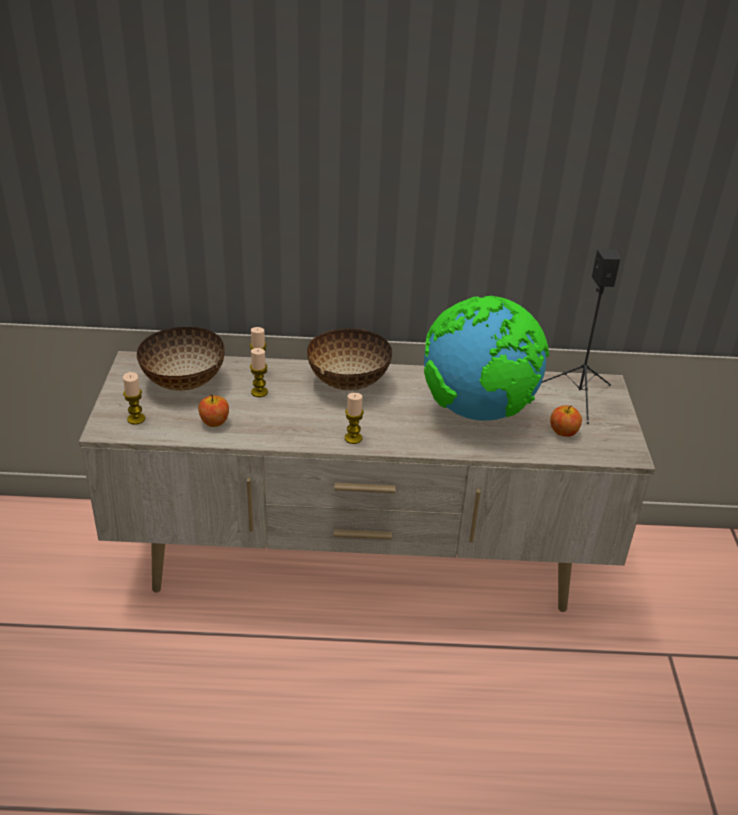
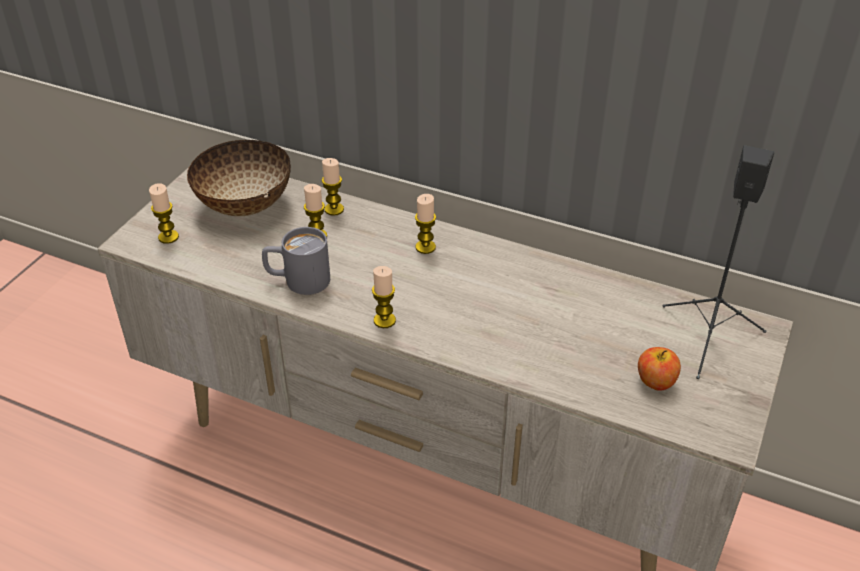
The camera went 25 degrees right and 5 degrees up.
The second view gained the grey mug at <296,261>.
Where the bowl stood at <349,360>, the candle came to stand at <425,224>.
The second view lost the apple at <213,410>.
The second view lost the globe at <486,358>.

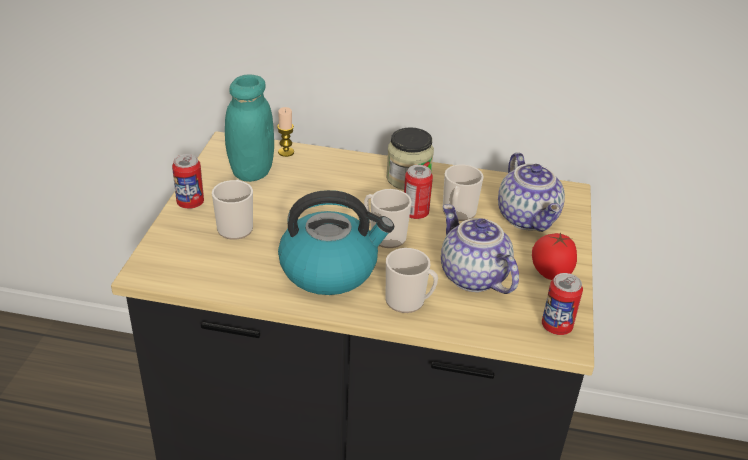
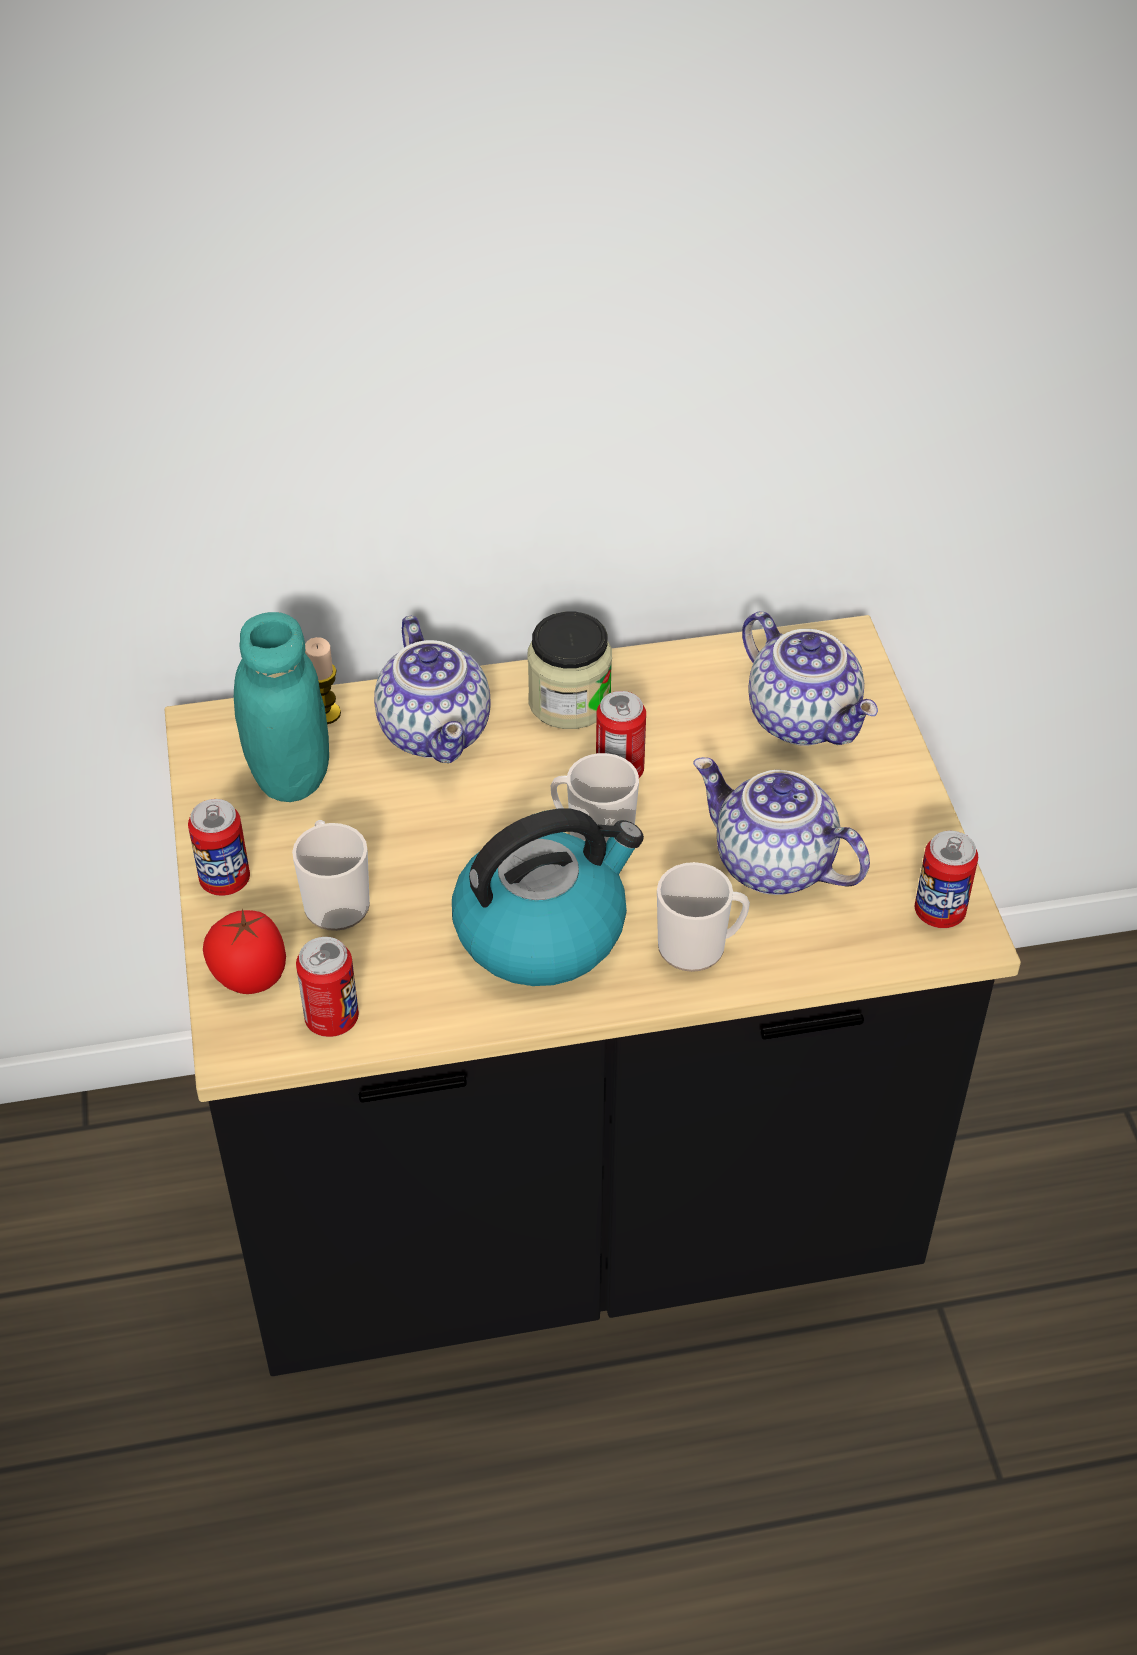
The camera went 20 degrees left and 10 degrees up.
The tomato ended up elsewhere, having gone from <554,256> to <244,951>.
The second view gained the can at <327,987>.
The second view gained the teapot at <432,689>.
The second view lost the mug at <463,192>.

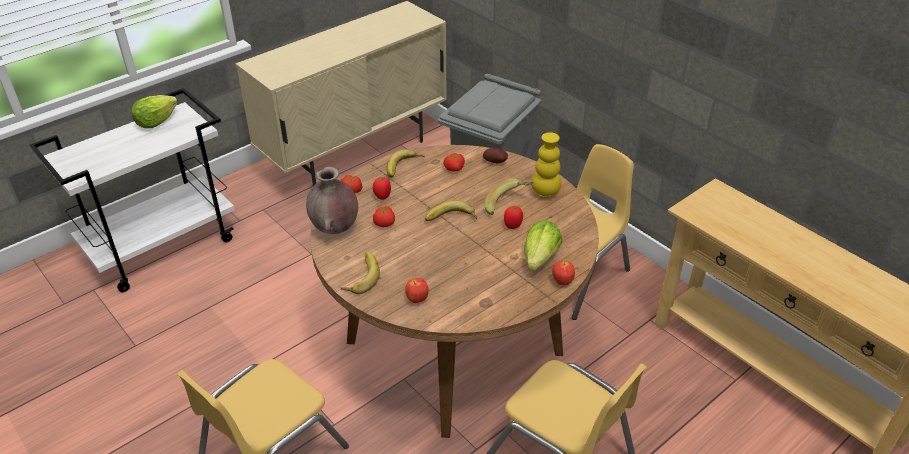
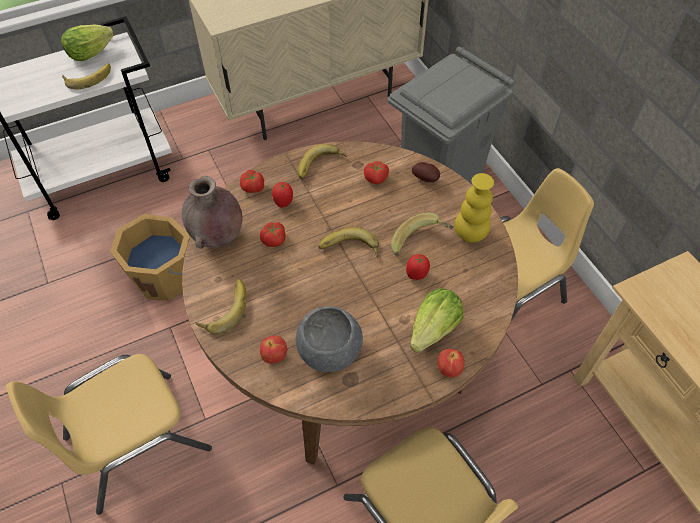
The camera went 15 degrees right and 15 degrees up.
The second view gained the banana at <86,76>.
The second view gained the orange bucket at <150,257>.
The second view gained the grey bowl at <329,339>.

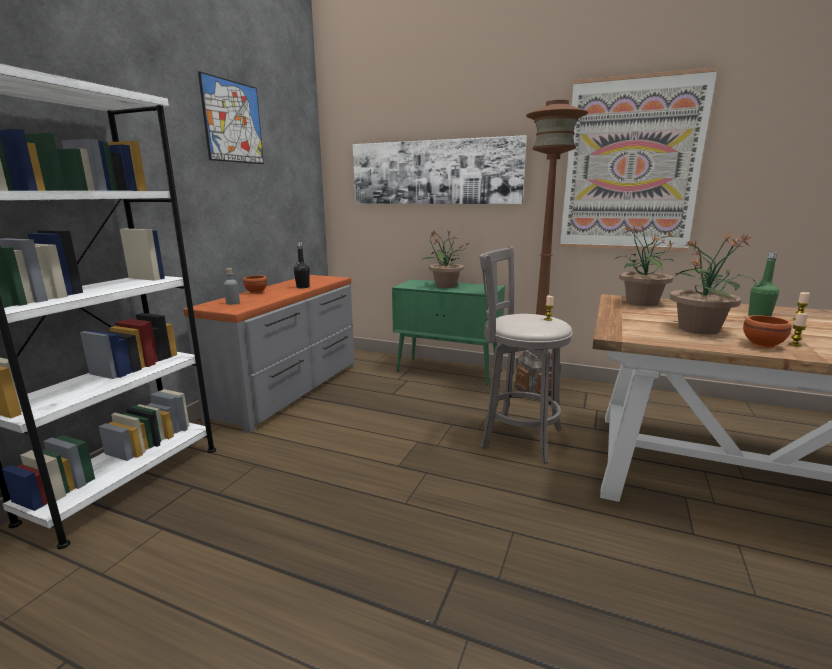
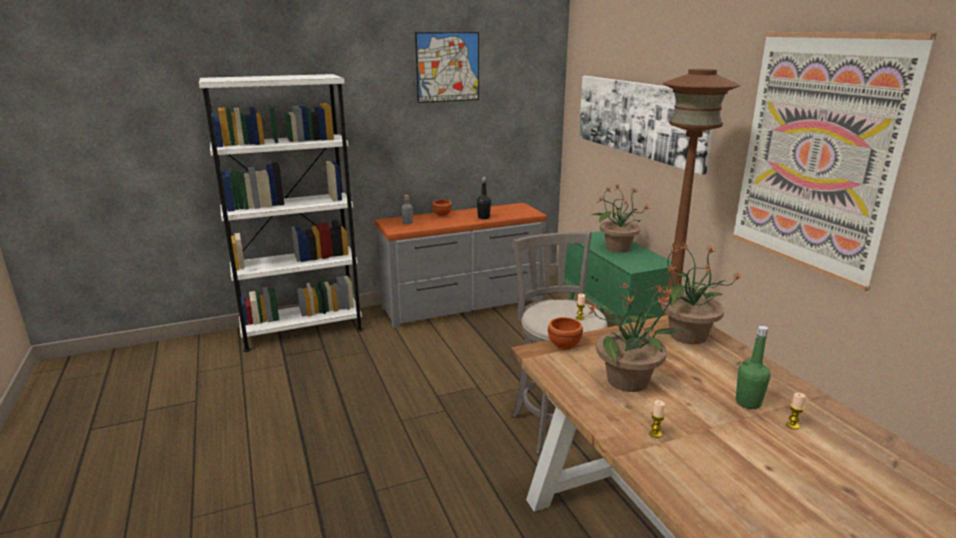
The camera went 45 degrees right and 5 degrees up.
The brown bowl ended up elsewhere, having gone from <767,332> to <565,333>.

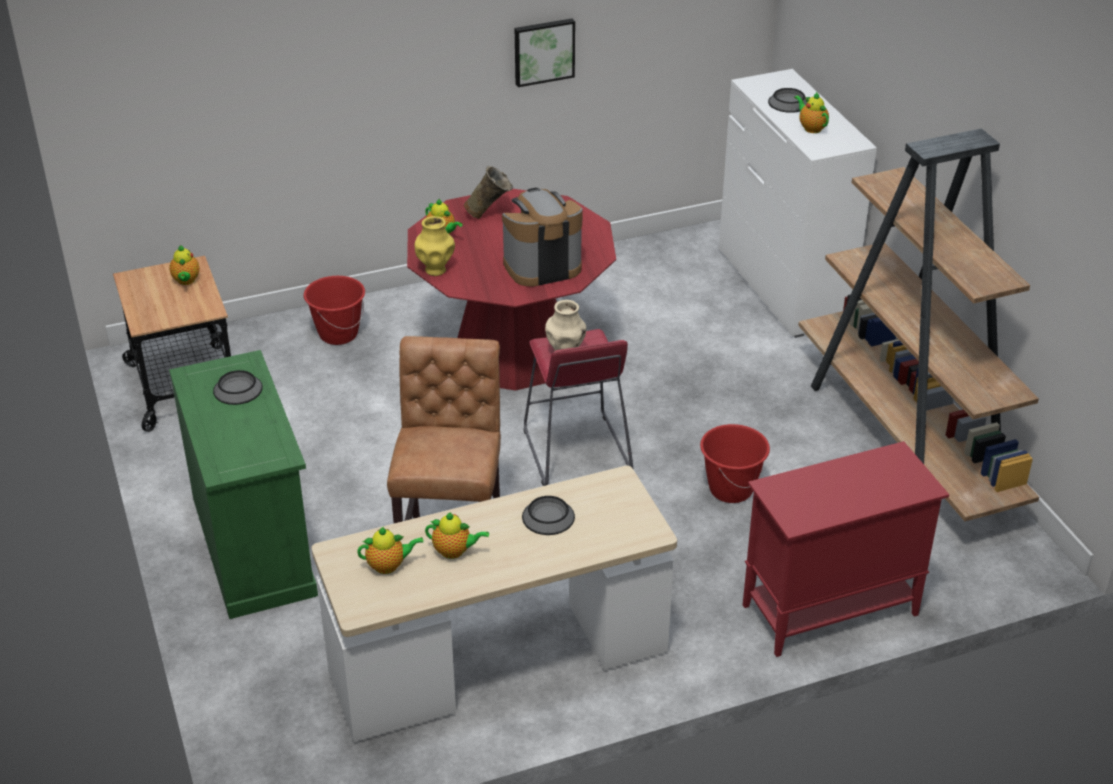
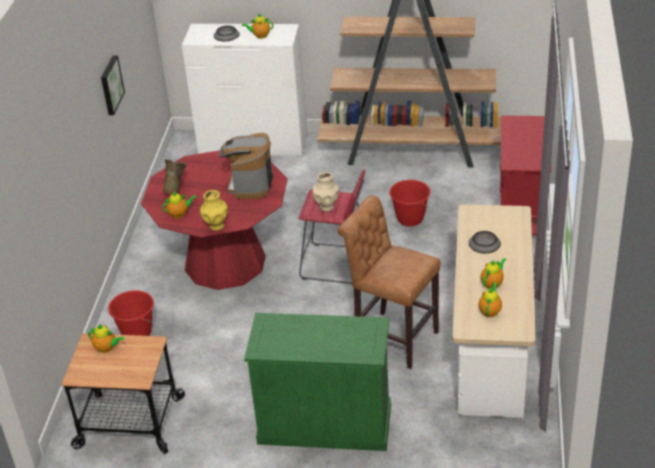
The camera went 60 degrees left and 0 degrees up.
The second view lost the bowl at <238,387>.

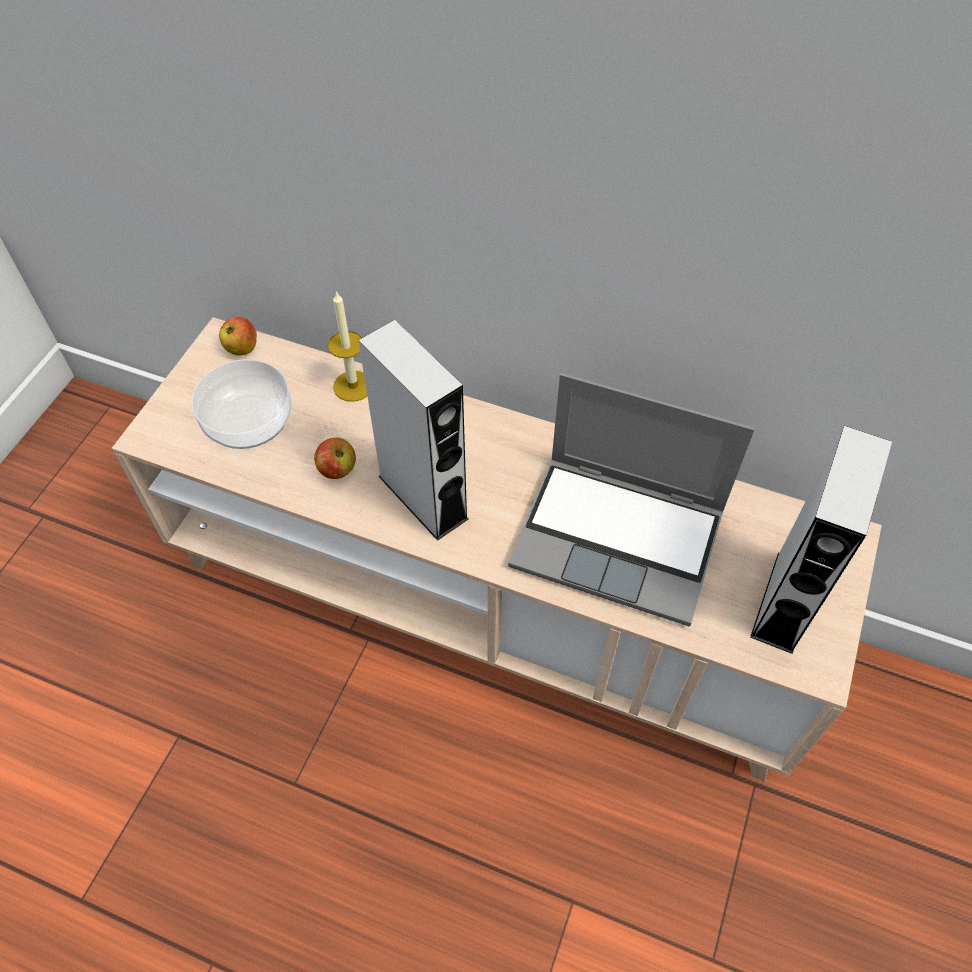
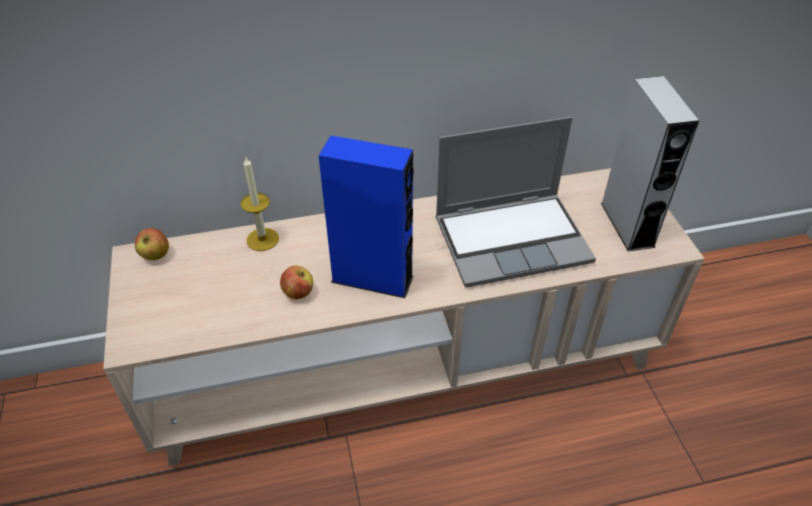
The camera went 35 degrees left and 10 degrees down.
What was the grey speaker at <413,430> turned into the blue speaker at <366,216>.
The second view lost the bowl at <241,404>.

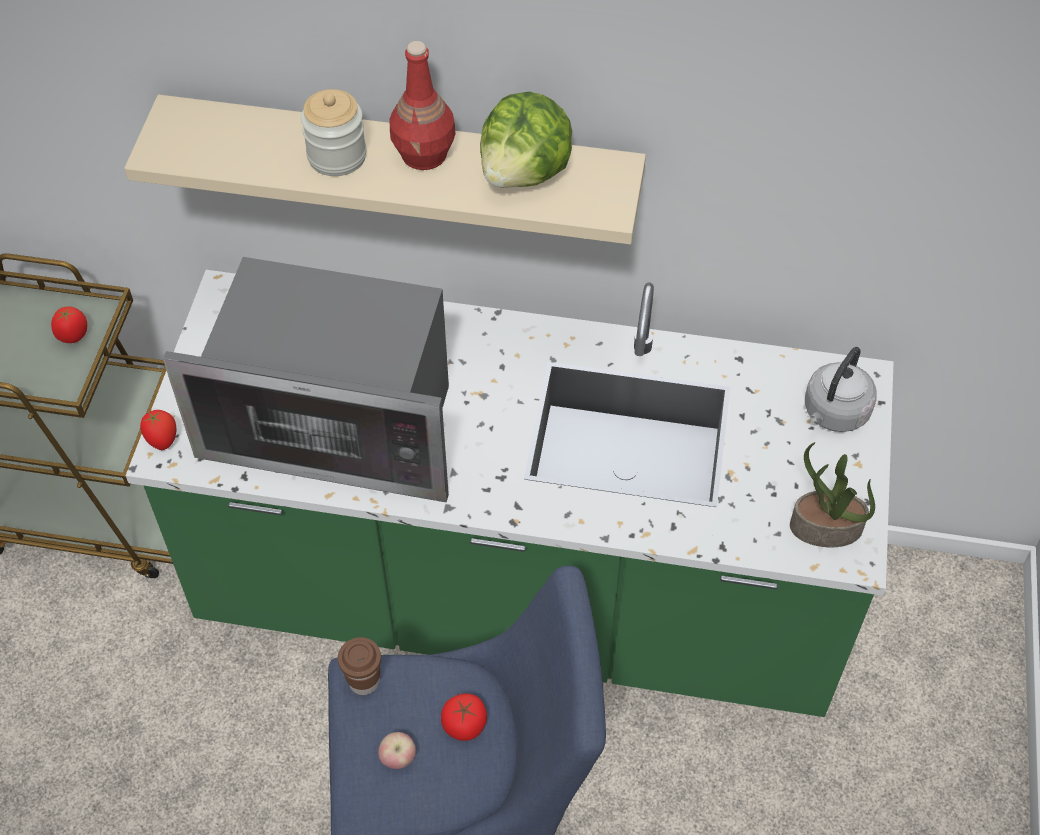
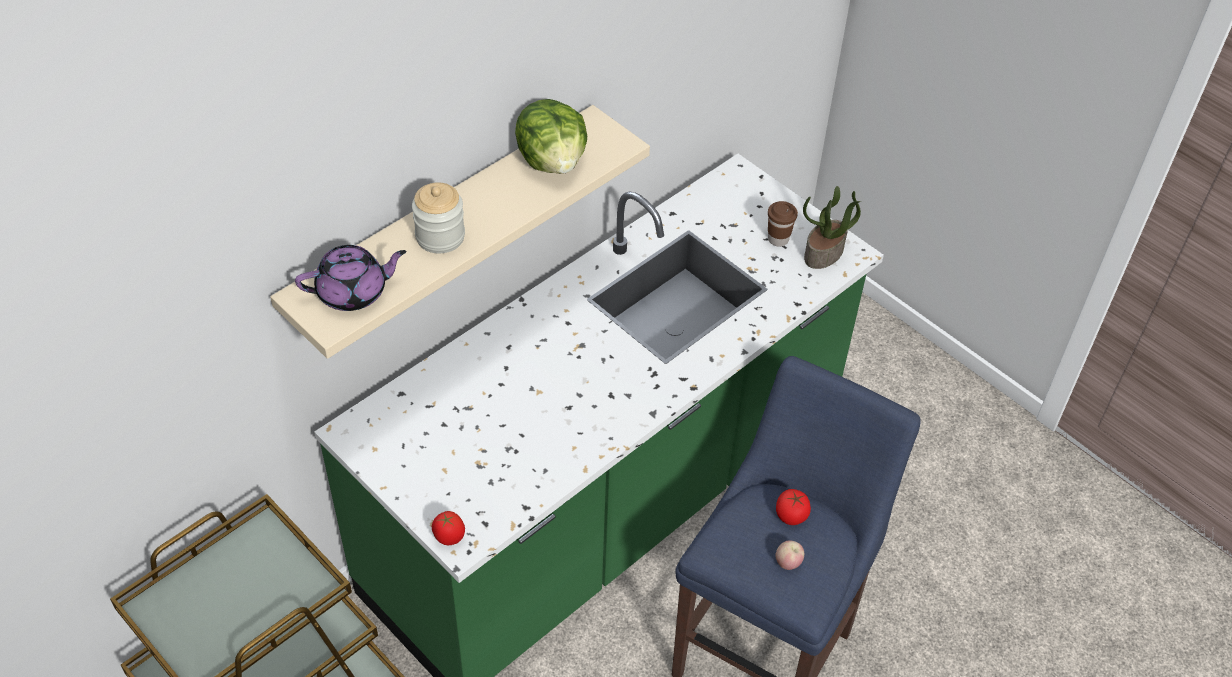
The camera went 55 degrees left and 5 degrees down.
The second view gained the purple teapot at <350,278>.
The brown cup ended up elsewhere, having gone from <359,666> to <783,223>.
The second view lost the tomato at <69,325>.
The second view lost the microwave at <306,380>.
The second view lost the red bottle at <422,105>.
The second view lost the grey kettle at <841,389>.

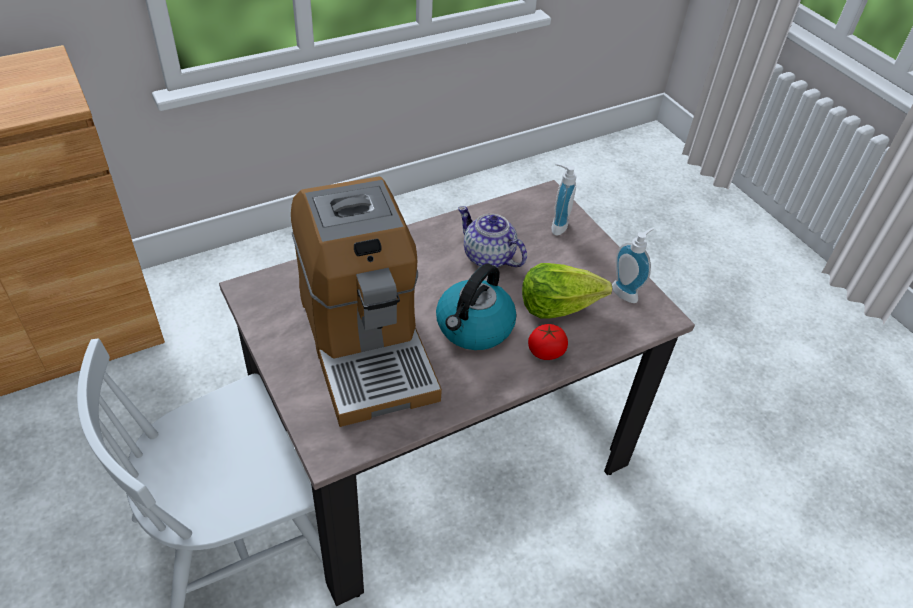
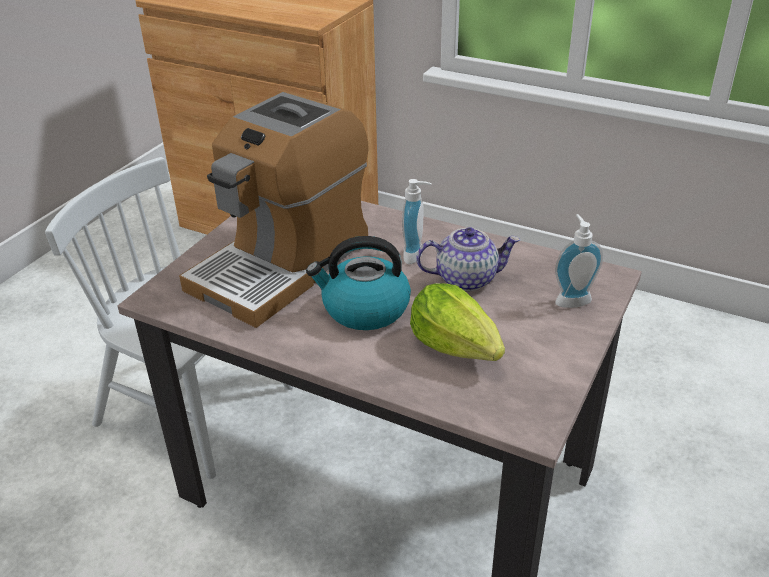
The camera went 60 degrees right and 10 degrees down.
The soap dispenser ended up elsewhere, having gone from <632,265> to <417,221>.
The teapot at <492,237> ended up facing another way, 75 degrees clockwise from before.
The second view lost the tomato at <548,342>.

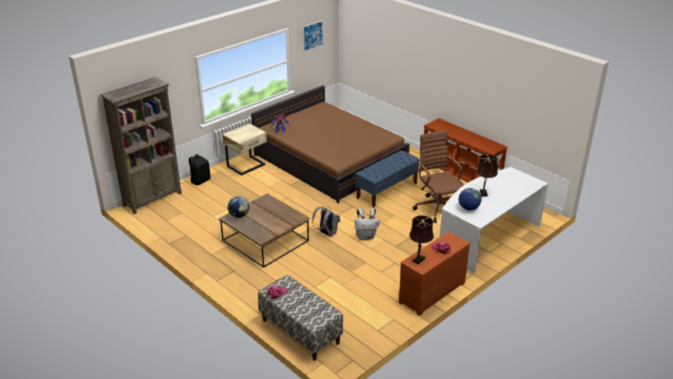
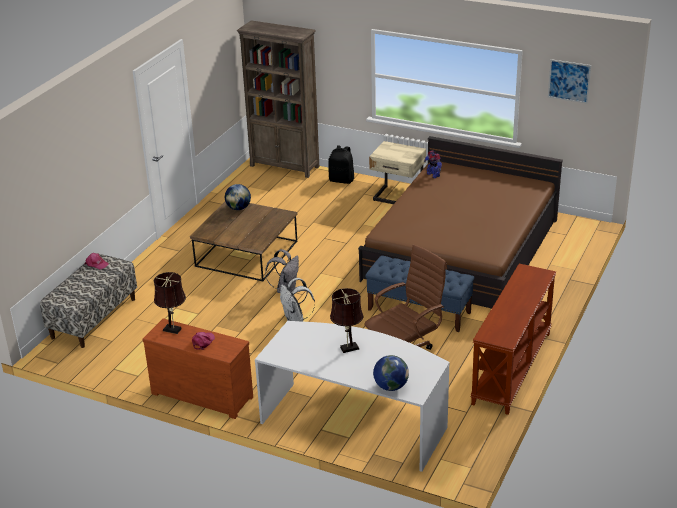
The camera went 70 degrees right and 0 degrees up.
The globe ended up elsewhere, having gone from <470,199> to <391,373>.

